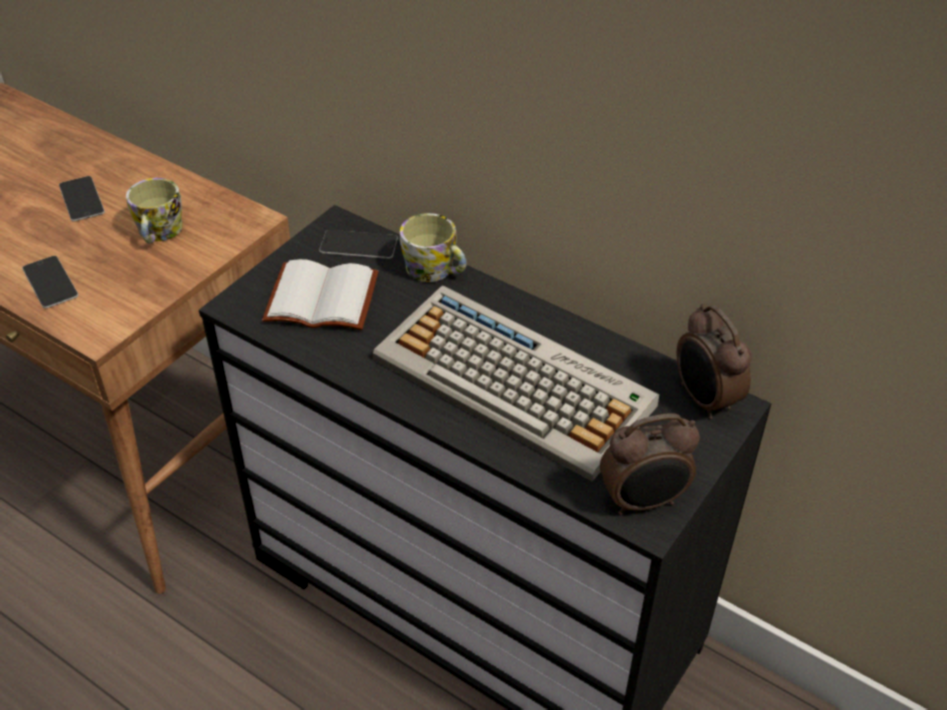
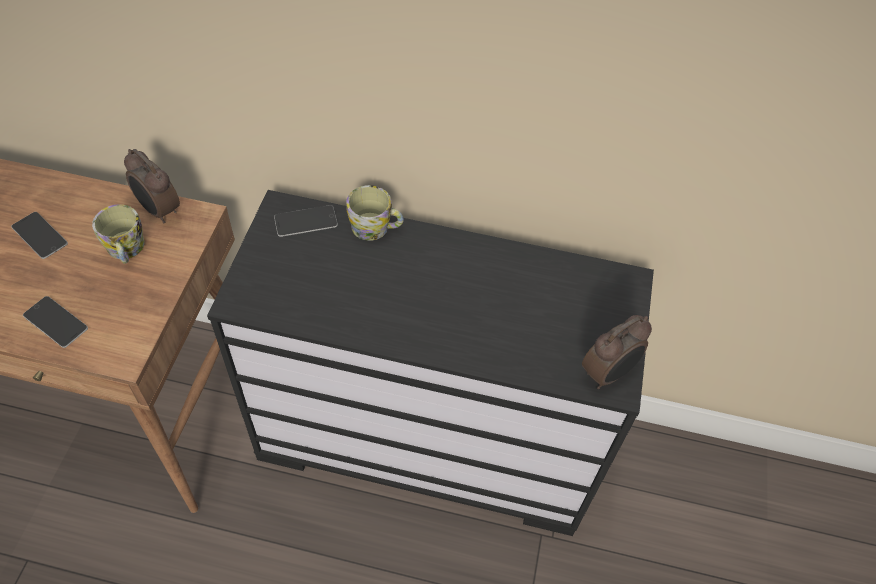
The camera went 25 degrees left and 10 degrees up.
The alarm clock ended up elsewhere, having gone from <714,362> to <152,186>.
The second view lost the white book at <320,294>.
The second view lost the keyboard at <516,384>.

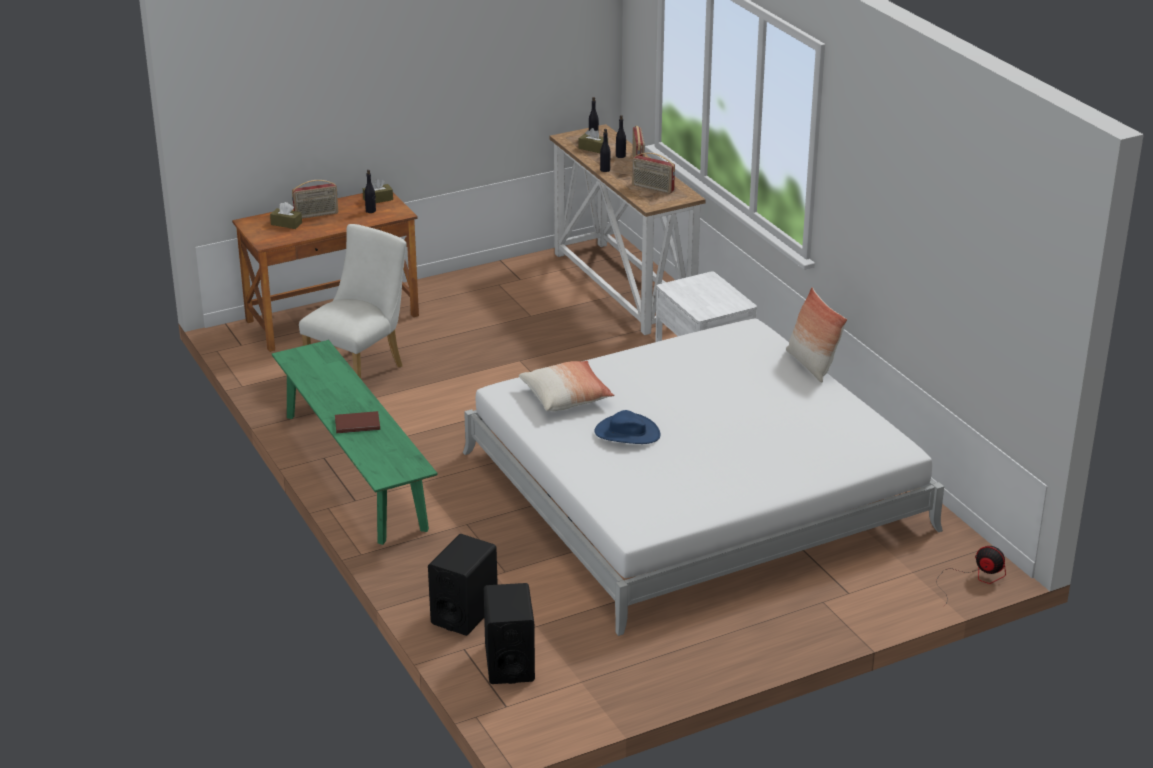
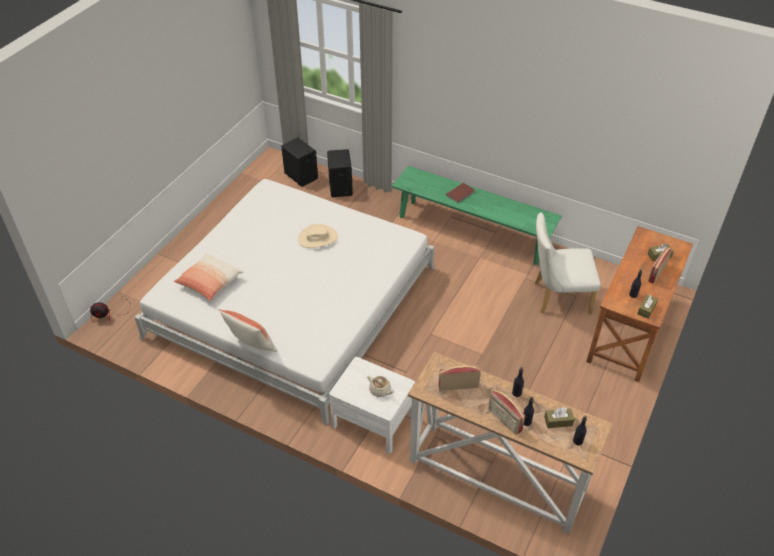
The camera went 145 degrees right and 15 degrees up.
The pillow ended up elsewhere, having gone from <566,386> to <208,277>.
What was the blue hat at <628,427> turned into the beige hat at <318,236>.
The second view gained the beige teapot at <381,386>.
The white chair at <353,301> ended up facing another way, 90 degrees clockwise from before.

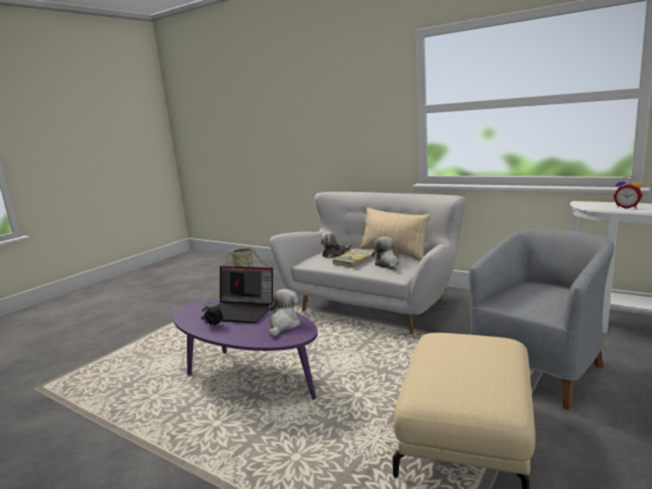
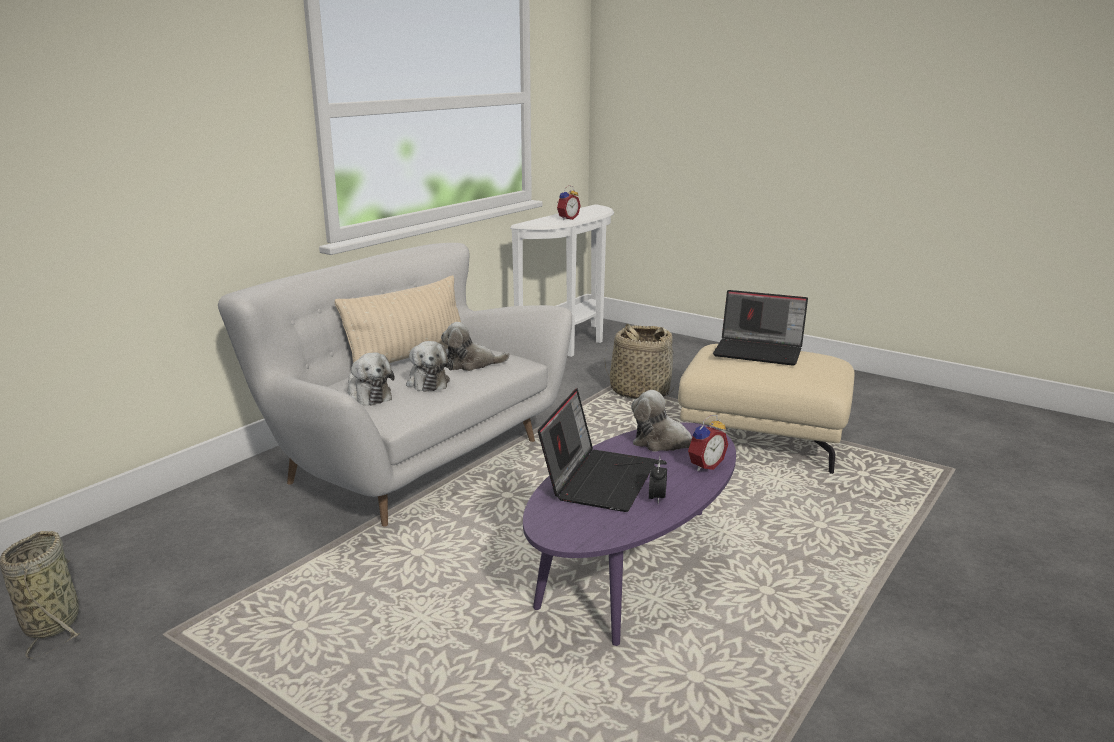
The camera went 90 degrees left and 5 degrees up.
Where the book stood at <354,258>, the plush toy came to stand at <429,366>.
Where the grey armchair stood at <541,319>, the basket came to stand at <640,361>.
The second view gained the alarm clock at <708,443>.
The second view gained the laptop at <760,328>.

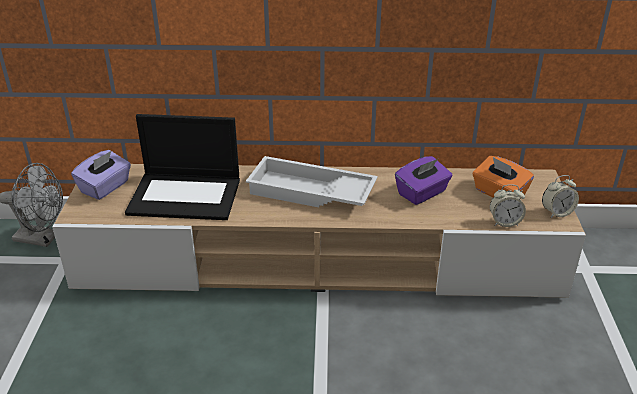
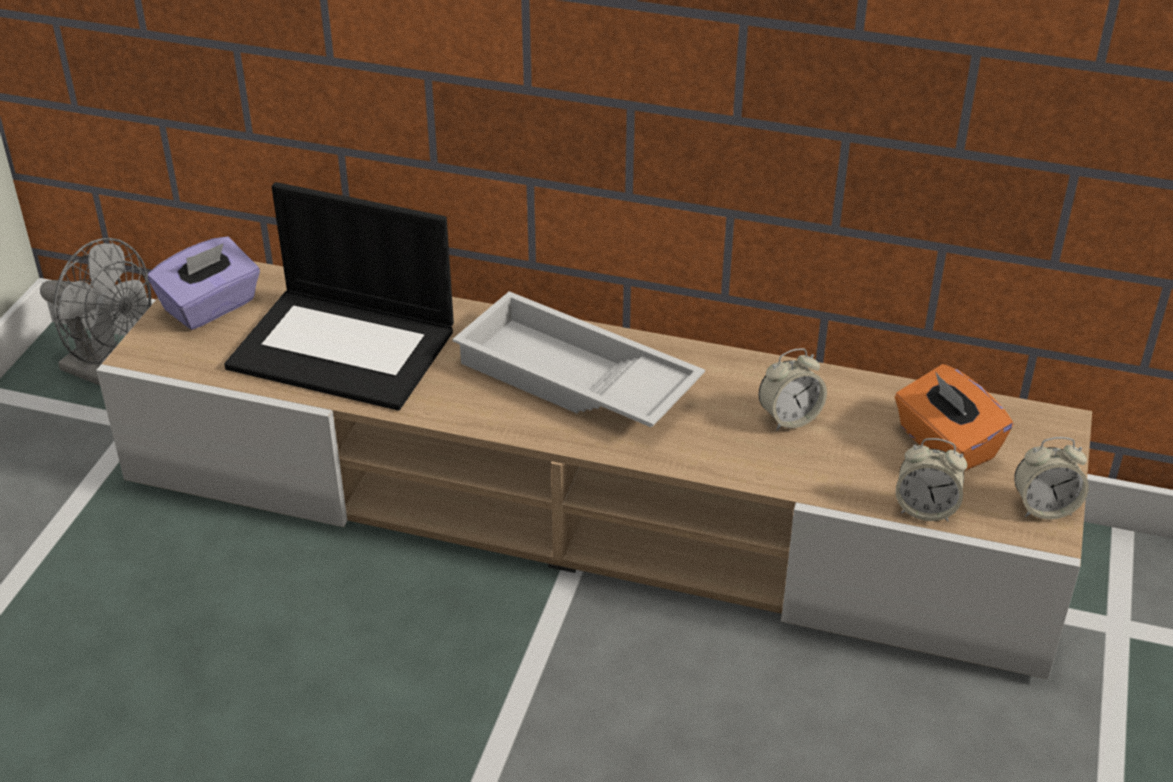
The camera went 15 degrees right and 5 degrees up.
Where the purple tissue box stood at <423,180>, the alarm clock came to stand at <793,389>.

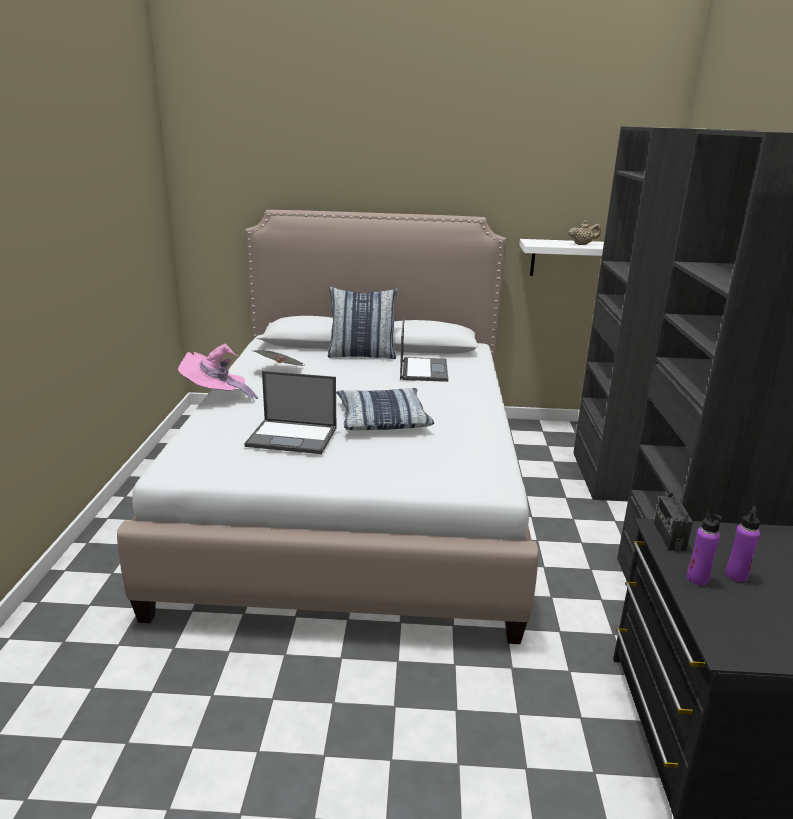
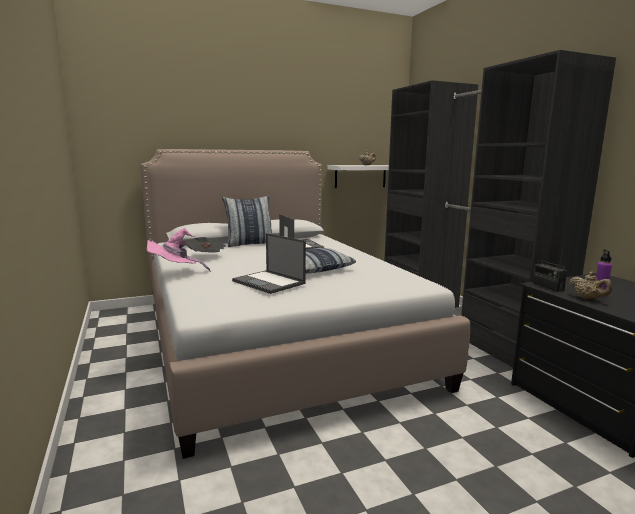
The camera went 25 degrees left and 10 degrees down.
The laptop at <290,412> ended up facing another way, 60 degrees clockwise from before.
Where the purple bottle stood at <705,547>, the beige teapot came to stand at <590,286>.

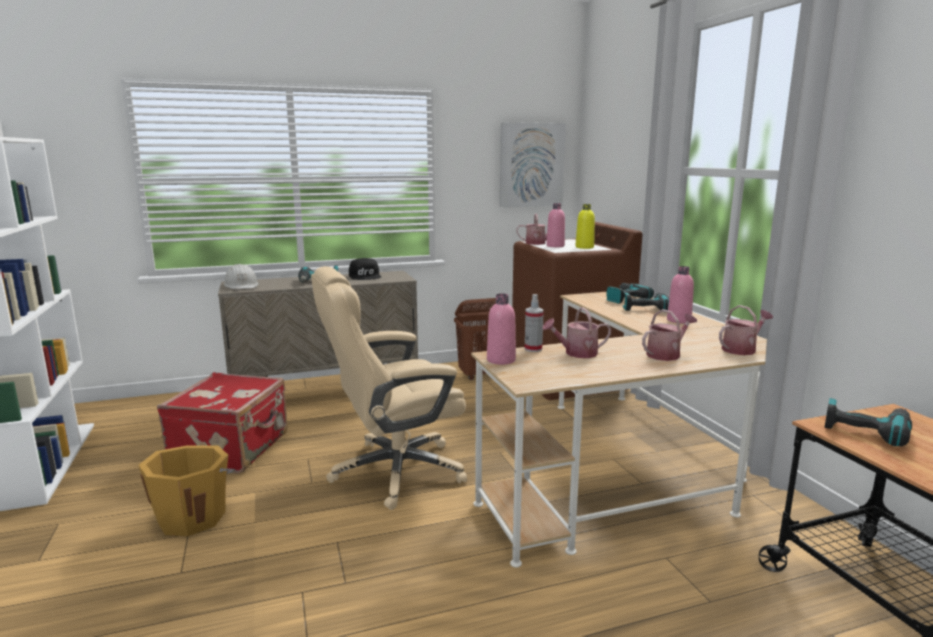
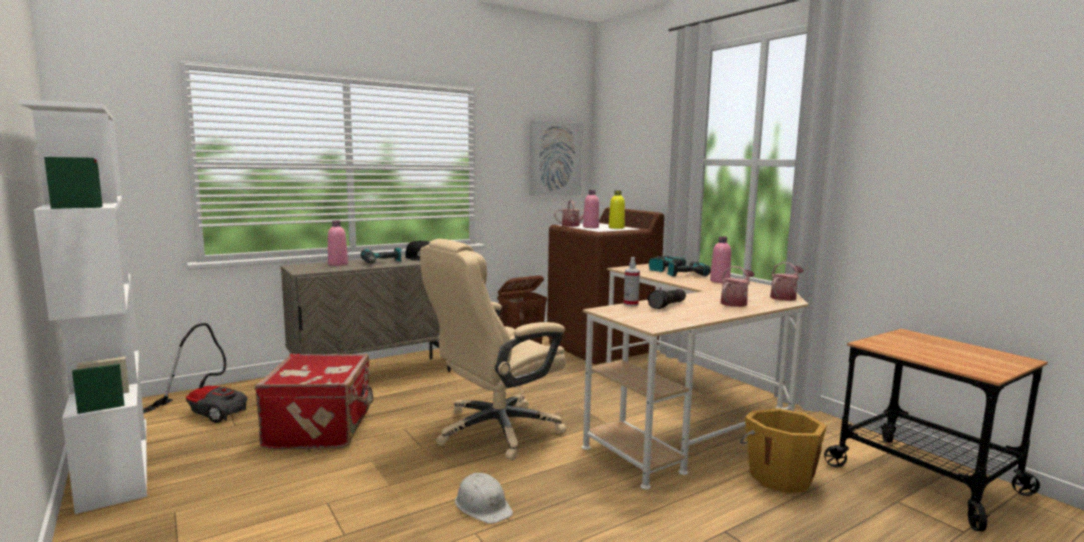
The camera went 15 degrees left and 5 degrees down.
The second view gained the vacuum cleaner at <195,373>.
The pink bottle ended up elsewhere, having gone from <501,329> to <338,243>.
The white hard hat ended up elsewhere, having gone from <241,276> to <484,498>.
Where the watering can stood at <576,332>, the flashlight came to stand at <666,299>.
The orange bucket ended up elsewhere, having gone from <187,491> to <783,450>.
The second view lost the power drill at <868,422>.

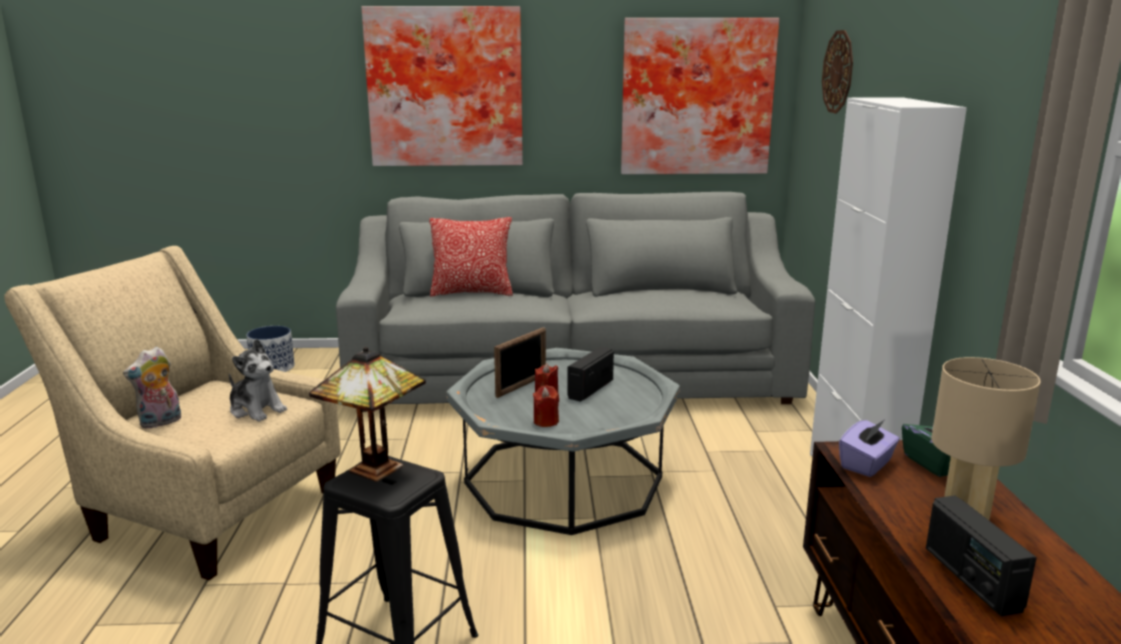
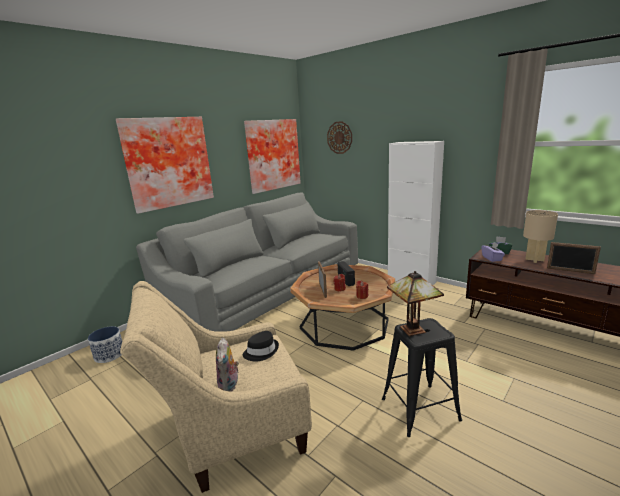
The camera went 45 degrees left and 0 degrees up.
Where the plush toy stood at <258,380>, the black hat came to stand at <261,346>.
What was the grey coffee table at <563,441> turned into the brown coffee table at <342,307>.
Where the radio stood at <981,556>, the picture frame came to stand at <574,258>.
The second view lost the pillow at <471,256>.

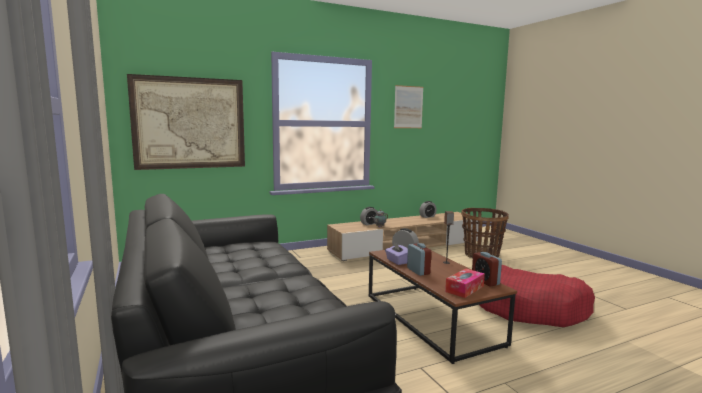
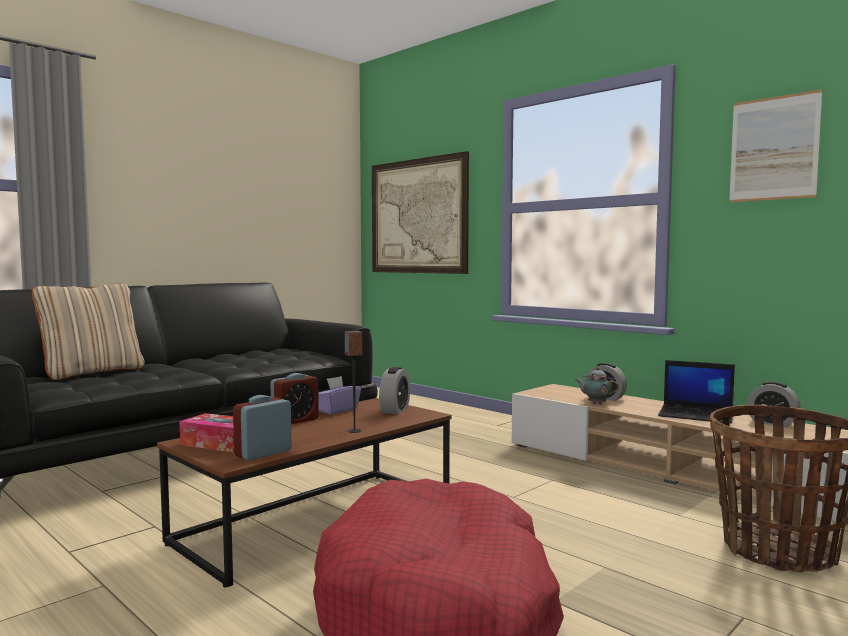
The camera went 70 degrees right and 5 degrees down.
The second view gained the beige pillow at <88,331>.
The second view gained the laptop at <696,392>.

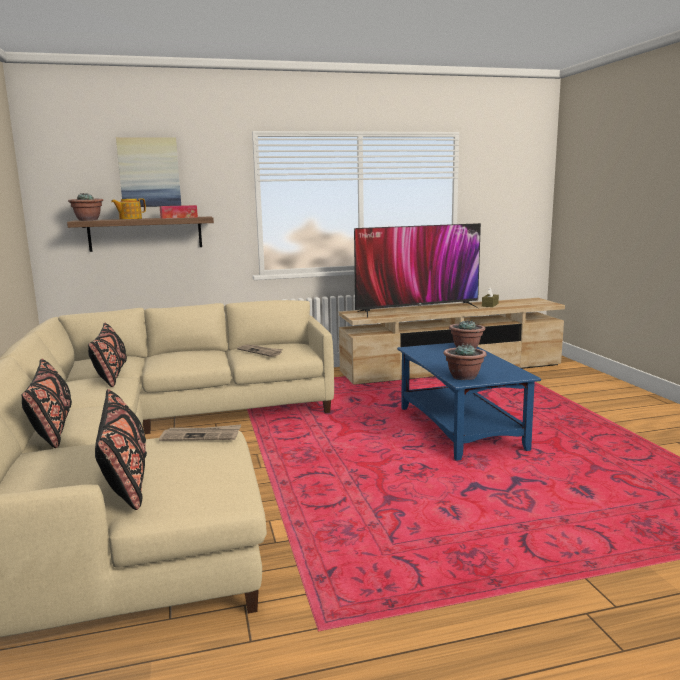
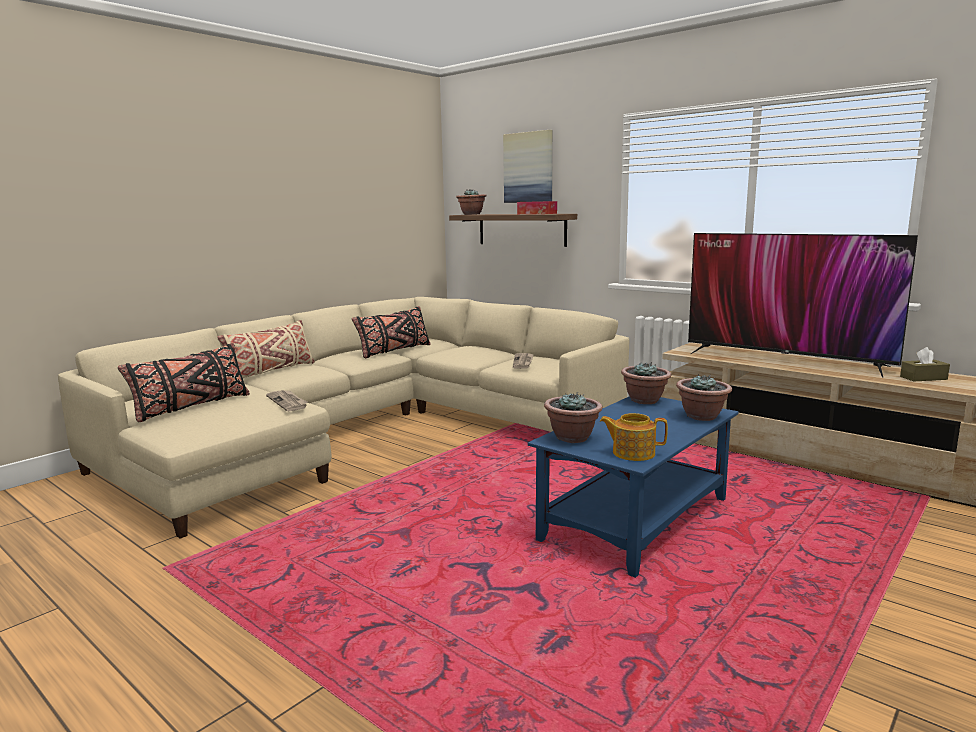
The camera went 55 degrees right and 0 degrees up.
What was the black pillow at <46,403> turned into the beige pillow at <266,349>.
The teapot ended up elsewhere, having gone from <128,208> to <634,437>.
The second view gained the potted plant at <646,383>.

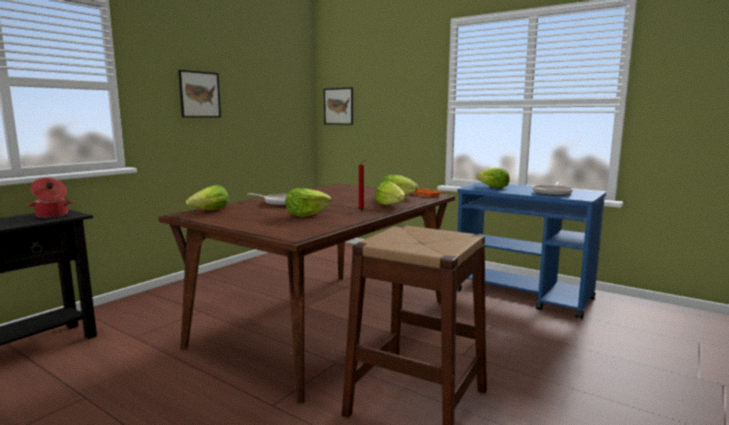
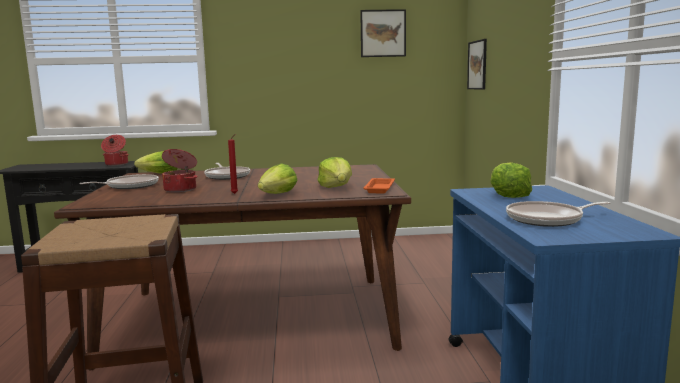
The camera went 50 degrees right and 0 degrees up.
The second view gained the frying pan at <119,181>.
Where the lettuce stood at <308,202>, the cooking pot came to stand at <180,170>.
The picture ended up elsewhere, having gone from <199,94> to <383,33>.

